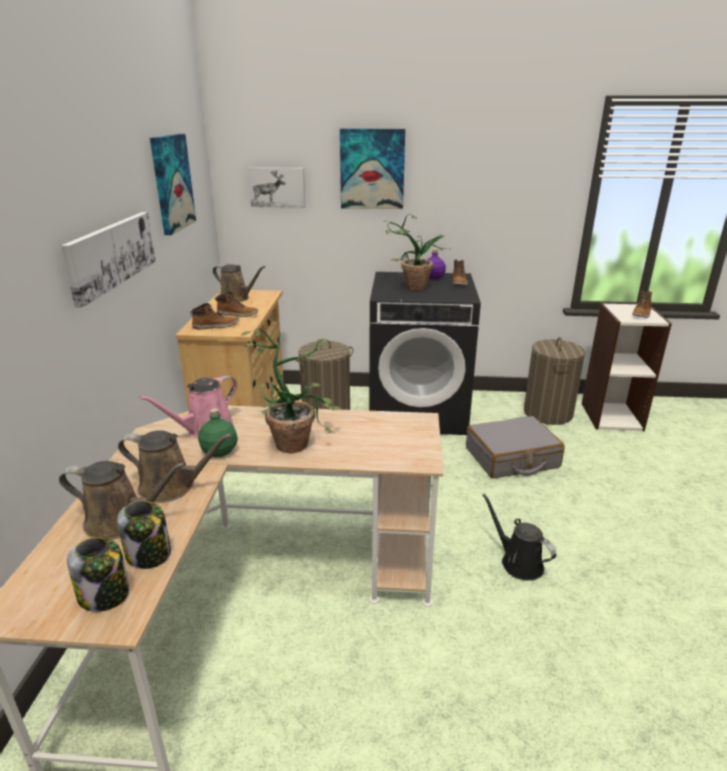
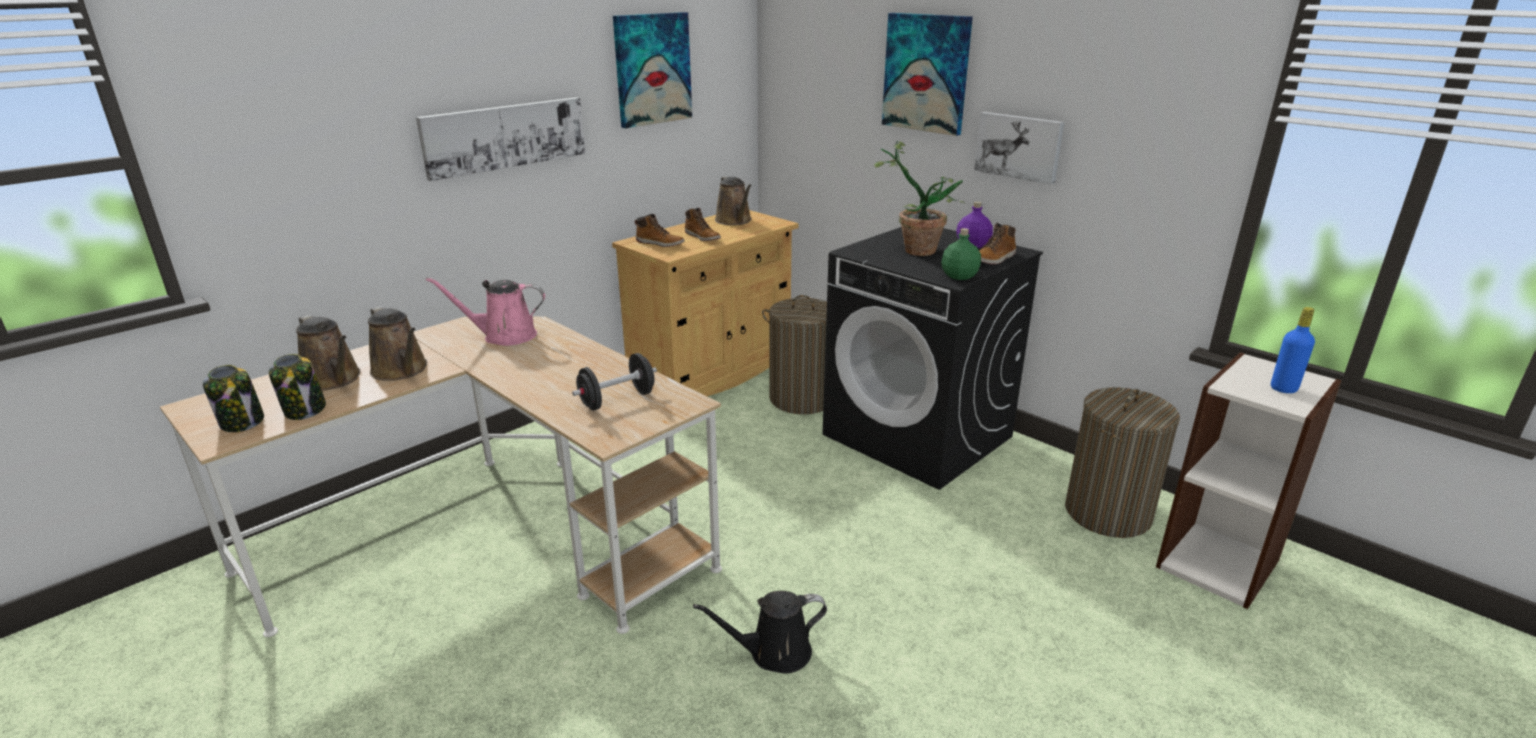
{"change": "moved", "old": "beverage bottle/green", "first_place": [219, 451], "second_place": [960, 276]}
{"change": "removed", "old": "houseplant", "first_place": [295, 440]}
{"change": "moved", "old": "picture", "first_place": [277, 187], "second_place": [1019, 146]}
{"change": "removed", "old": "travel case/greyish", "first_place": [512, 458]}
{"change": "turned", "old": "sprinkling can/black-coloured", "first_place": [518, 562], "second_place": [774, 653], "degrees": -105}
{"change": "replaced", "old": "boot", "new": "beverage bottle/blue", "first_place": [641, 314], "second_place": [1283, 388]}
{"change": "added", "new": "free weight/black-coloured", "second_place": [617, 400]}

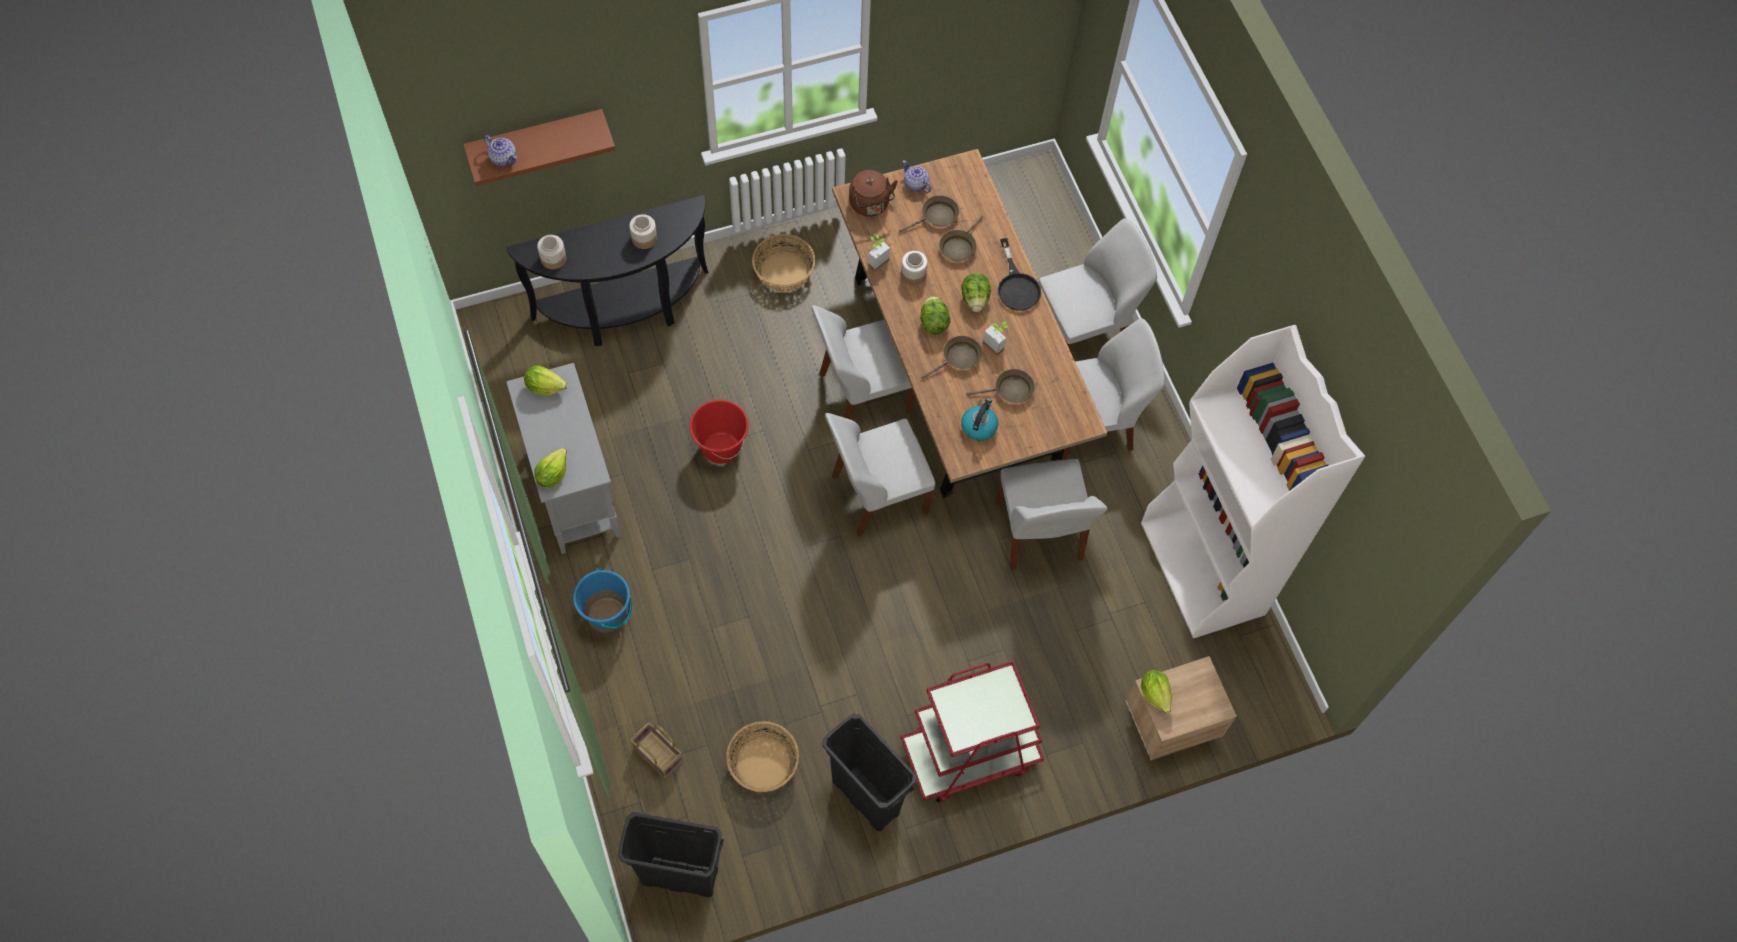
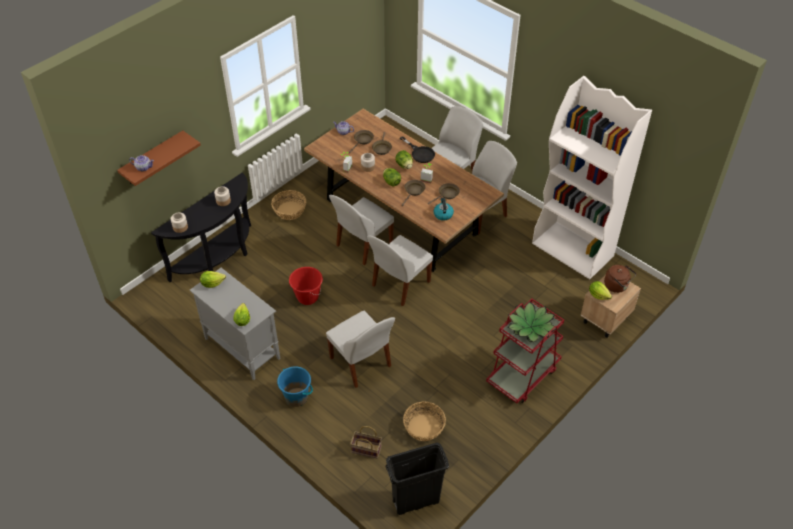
{"change": "removed", "old": "waste bin/black-coloured", "first_place": [865, 797]}
{"change": "moved", "old": "tea kettle/brown-coloured", "first_place": [870, 205], "second_place": [617, 286]}
{"change": "moved", "old": "plain chair/whitish", "first_place": [1039, 533], "second_place": [361, 363]}
{"change": "added", "new": "houseplant", "second_place": [531, 326]}

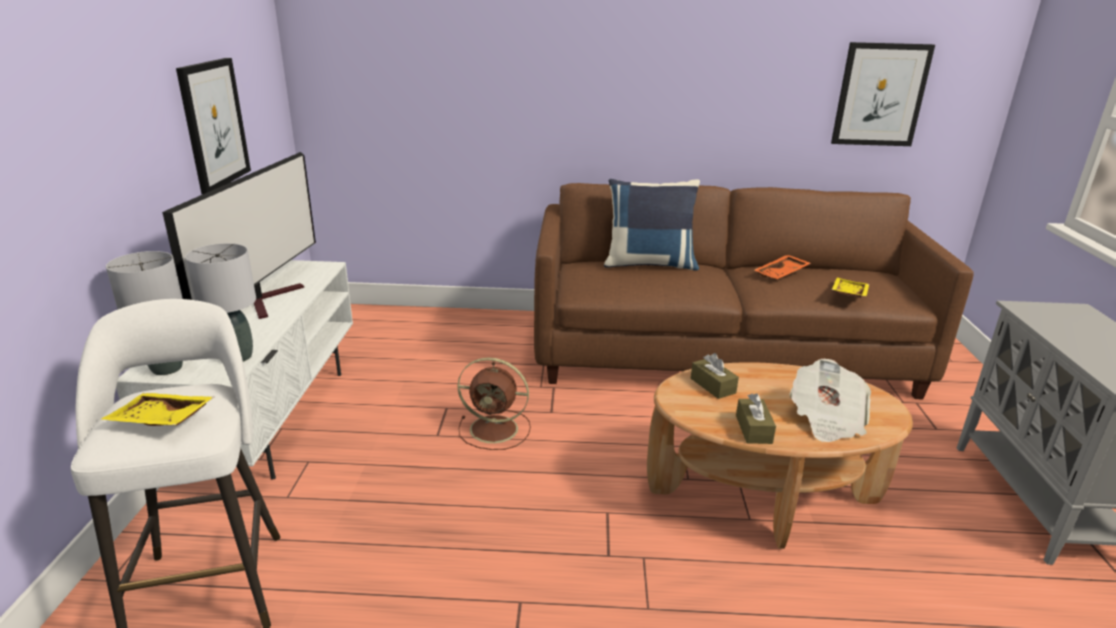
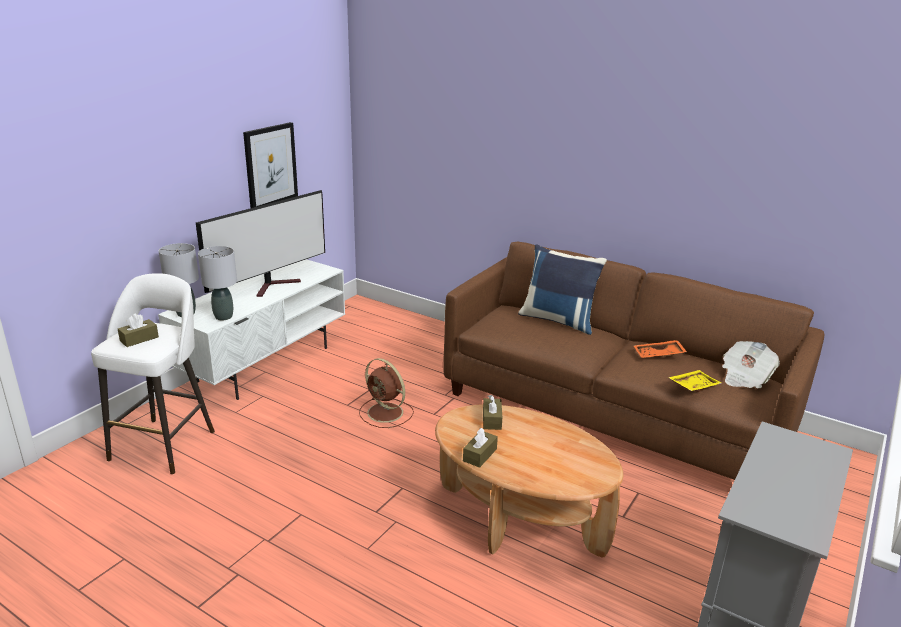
{"change": "replaced", "old": "carrying tray/yellowish", "new": "tissue holder/brown-coloured", "first_place": [160, 421], "second_place": [139, 339]}
{"change": "moved", "old": "daily paper", "first_place": [826, 419], "second_place": [745, 377]}
{"change": "removed", "old": "picture", "first_place": [880, 95]}

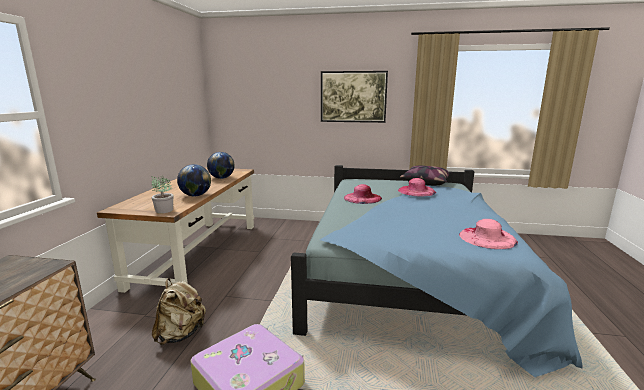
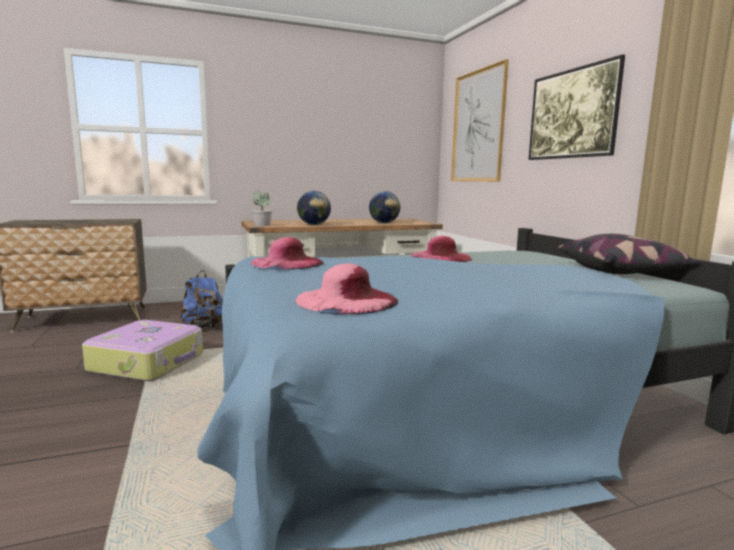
{"change": "recoloured", "old": "knapsack/beige-coloured", "new": "knapsack/blue", "first_place": [181, 334], "second_place": [204, 327]}
{"change": "moved", "old": "wearable hat/pink-coloured", "first_place": [416, 191], "second_place": [287, 263]}
{"change": "added", "new": "picture", "second_place": [478, 126]}

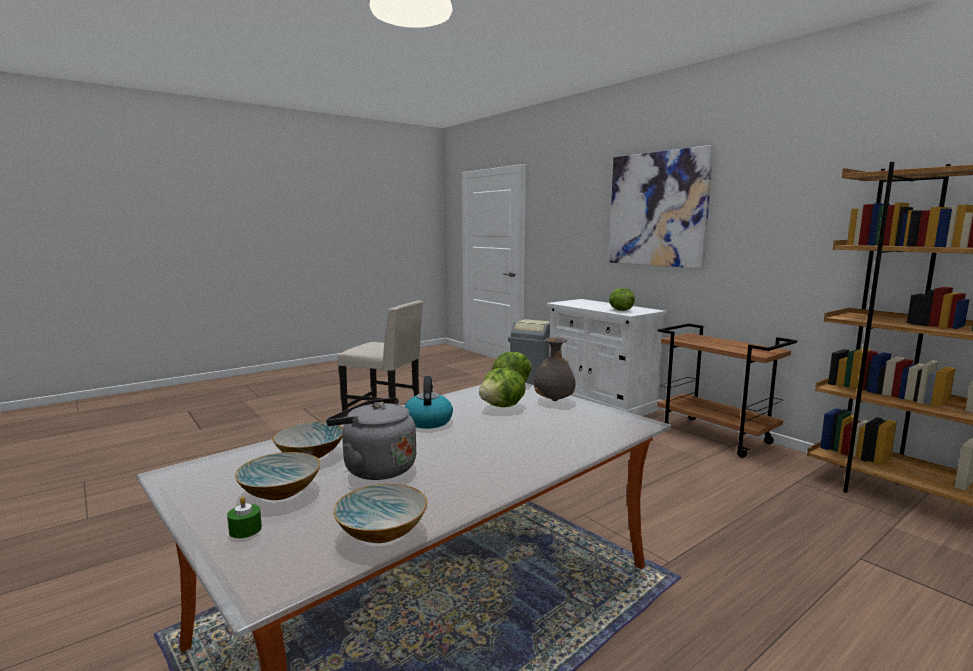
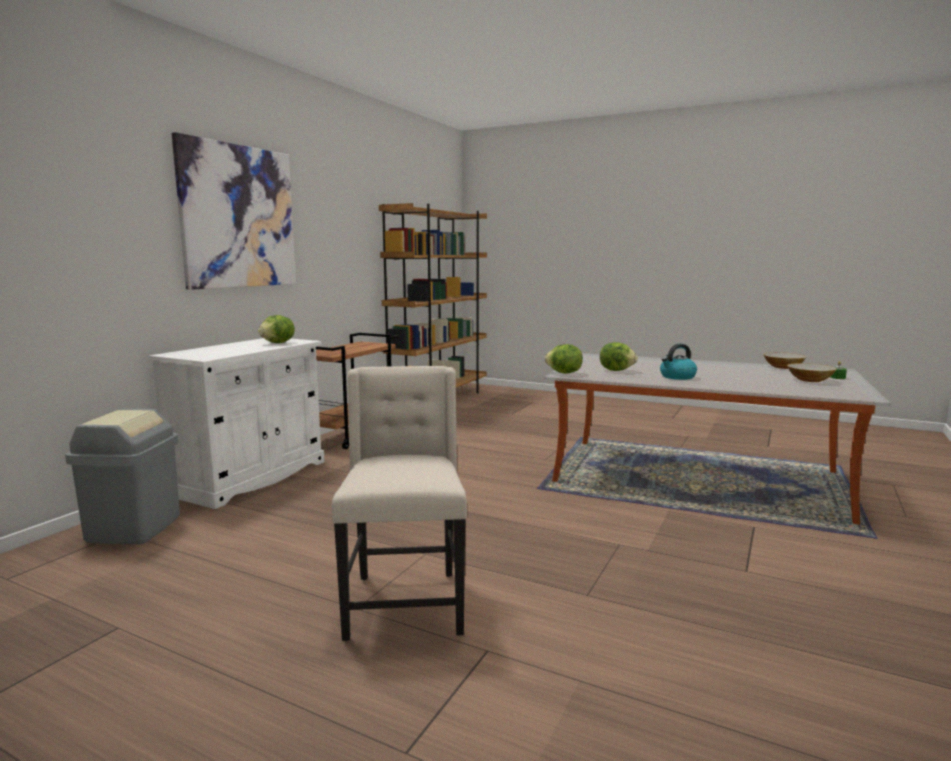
{"change": "removed", "old": "deep dish", "first_place": [311, 454]}
{"change": "removed", "old": "tea kettle/greyish", "first_place": [375, 468]}
{"change": "removed", "old": "vase/greyish", "first_place": [554, 401]}

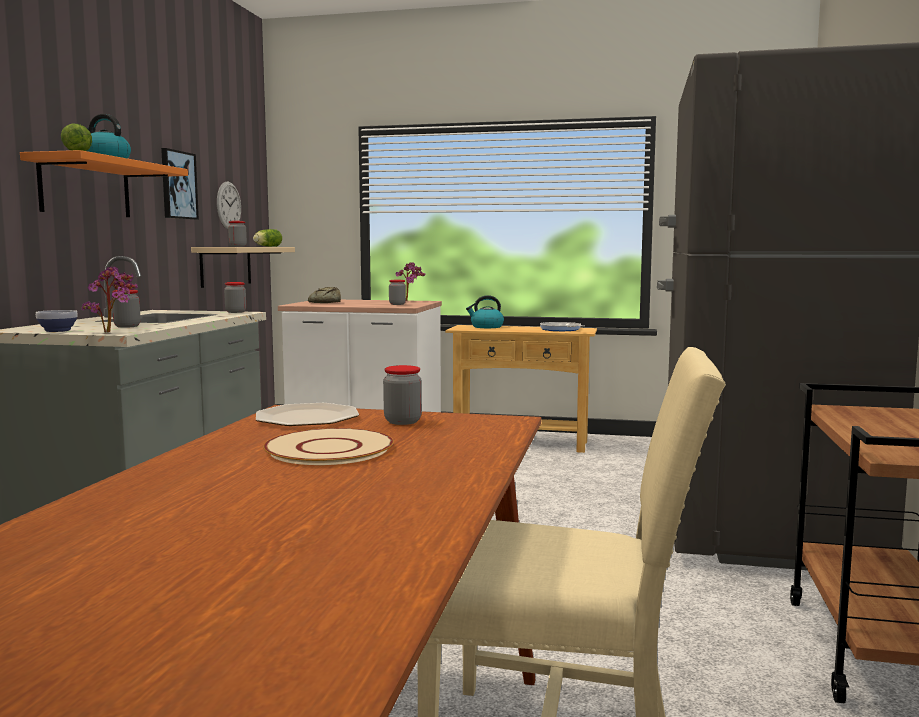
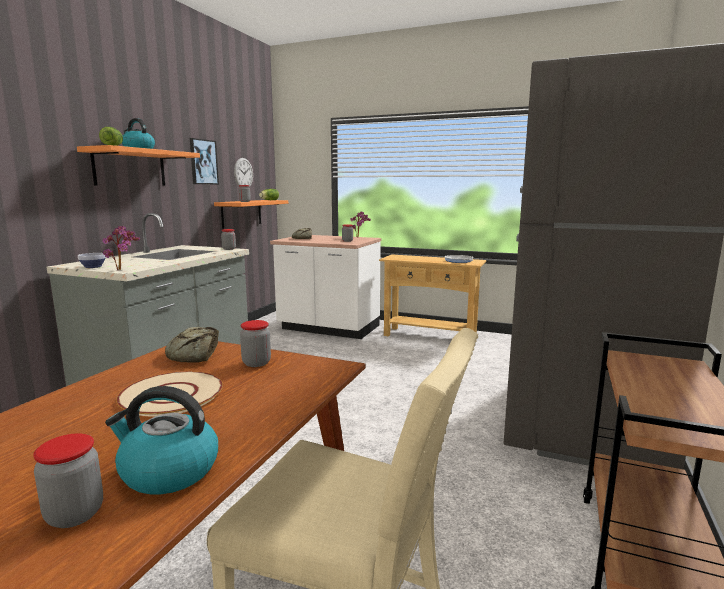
{"change": "moved", "old": "jar", "first_place": [127, 326], "second_place": [75, 514]}
{"change": "recoloured", "old": "bracket shelf/beige-coloured", "new": "bracket shelf/orange-coloured", "first_place": [226, 266], "second_place": [241, 213]}
{"change": "replaced", "old": "plate", "new": "bread", "first_place": [308, 418], "second_place": [194, 354]}
{"change": "moved", "old": "tea kettle", "first_place": [486, 327], "second_place": [168, 471]}

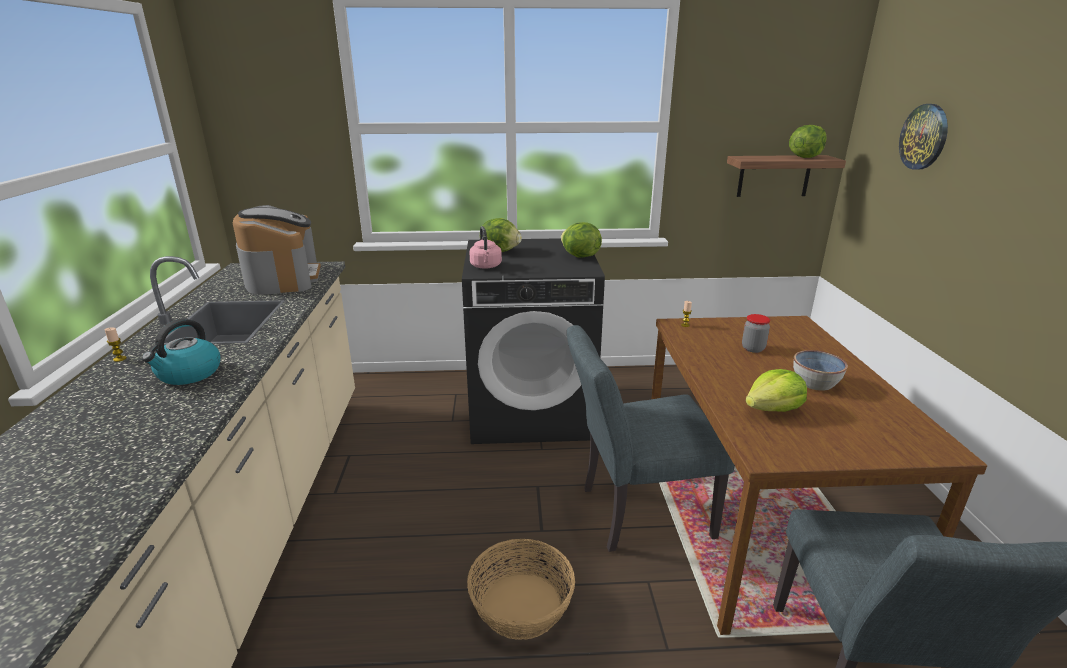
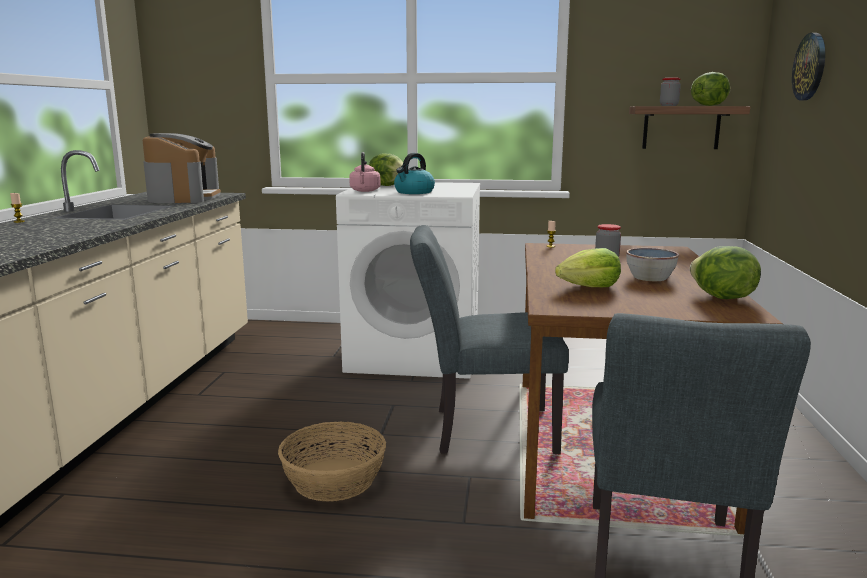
{"change": "moved", "old": "tea kettle", "first_place": [189, 374], "second_place": [414, 192]}
{"change": "recoloured", "old": "washing machine/black-coloured", "new": "washing machine/whitish", "first_place": [531, 410], "second_place": [415, 354]}
{"change": "moved", "old": "lettuce", "first_place": [579, 256], "second_place": [721, 298]}
{"change": "added", "new": "jar", "second_place": [669, 105]}

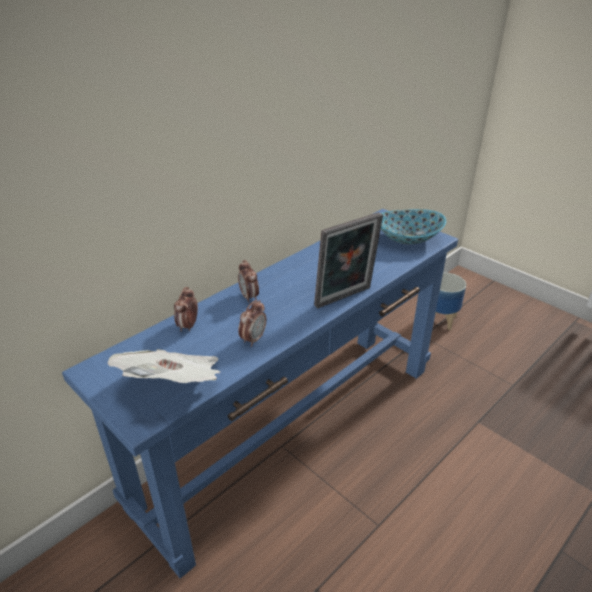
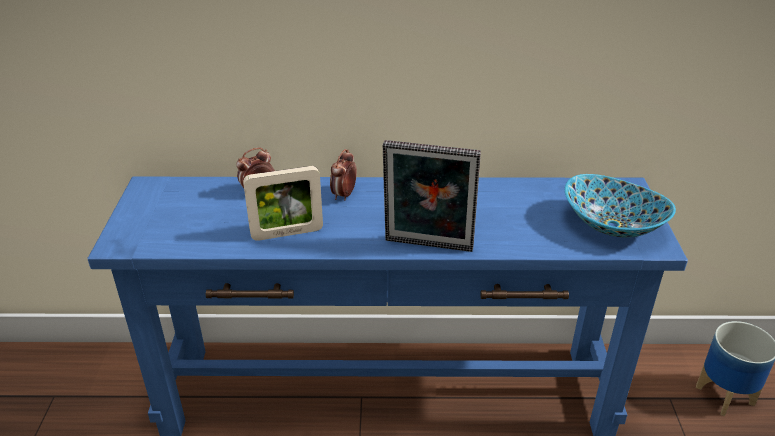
{"change": "removed", "old": "daily paper", "first_place": [175, 385]}
{"change": "replaced", "old": "alarm clock", "new": "standing frame", "first_place": [253, 339], "second_place": [287, 233]}

